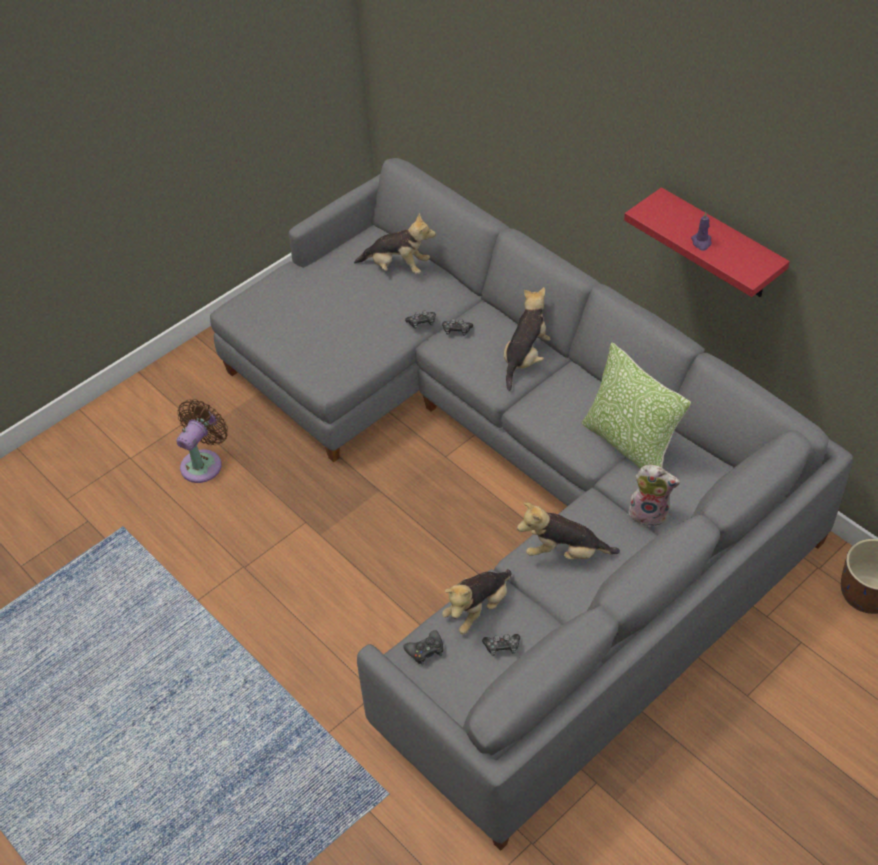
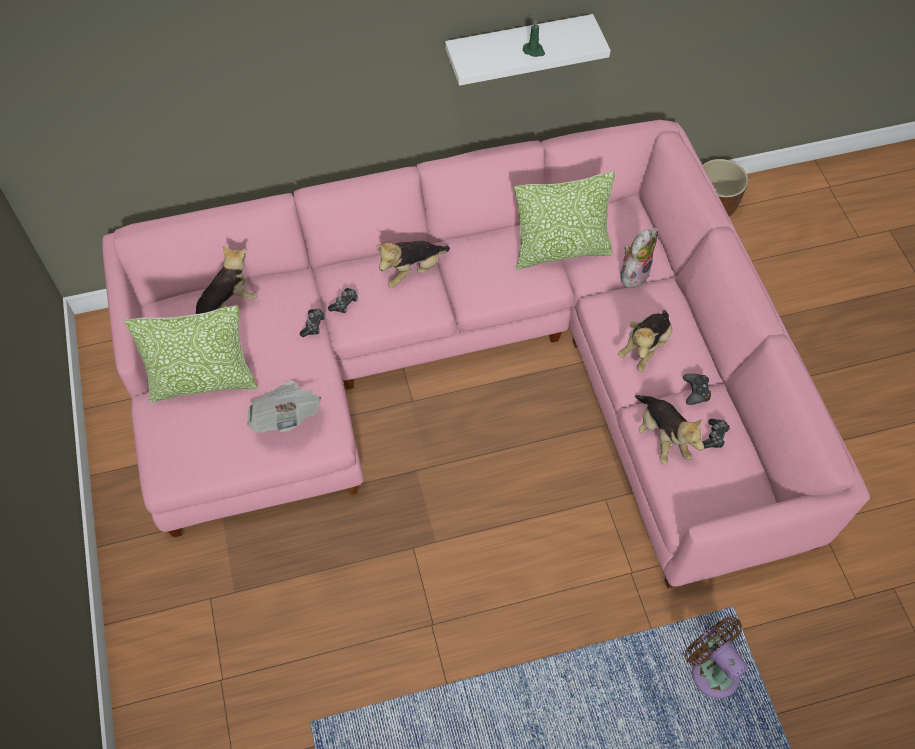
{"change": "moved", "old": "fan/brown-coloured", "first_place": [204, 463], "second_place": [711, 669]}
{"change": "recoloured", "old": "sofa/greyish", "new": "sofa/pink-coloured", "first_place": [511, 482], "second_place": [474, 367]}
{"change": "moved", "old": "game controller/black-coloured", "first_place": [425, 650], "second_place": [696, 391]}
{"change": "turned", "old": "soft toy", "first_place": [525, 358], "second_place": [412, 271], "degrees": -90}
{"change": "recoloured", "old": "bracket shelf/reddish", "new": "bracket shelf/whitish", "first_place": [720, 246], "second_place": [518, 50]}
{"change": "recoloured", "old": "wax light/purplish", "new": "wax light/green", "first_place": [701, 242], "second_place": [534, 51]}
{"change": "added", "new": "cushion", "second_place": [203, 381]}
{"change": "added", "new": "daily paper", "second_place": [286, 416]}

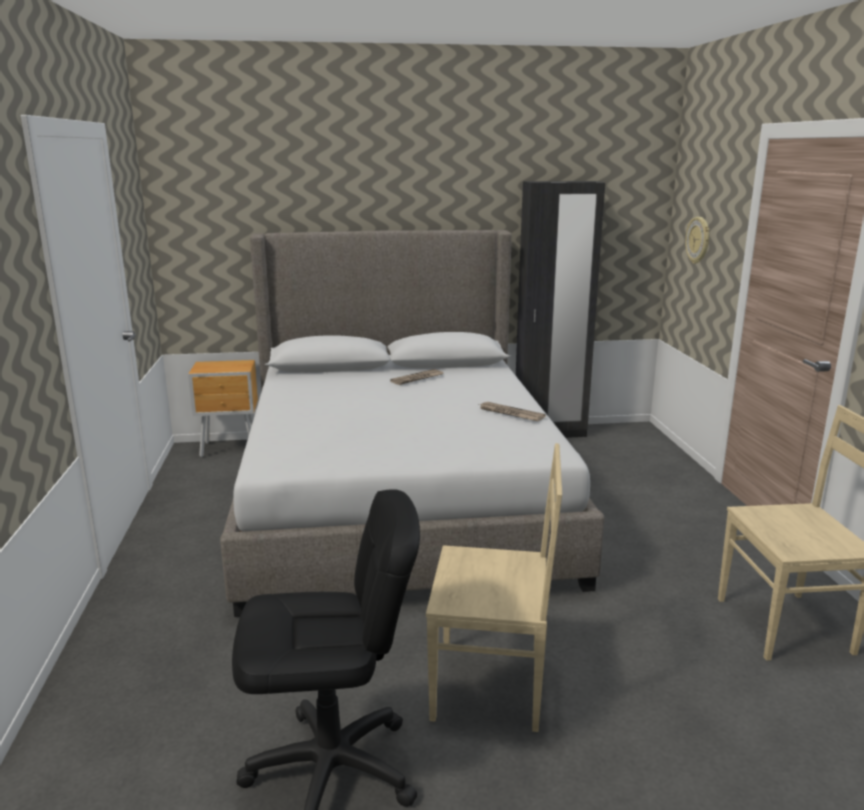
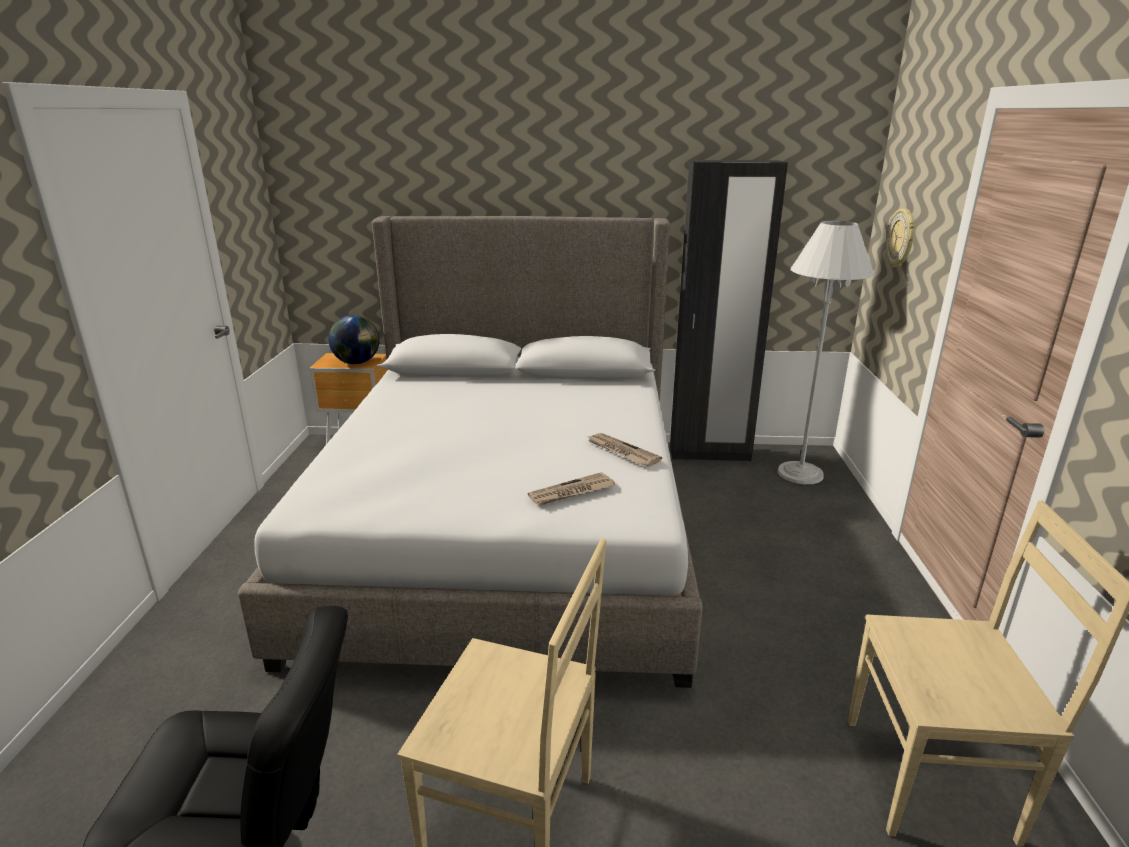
{"change": "moved", "old": "daily paper", "first_place": [417, 379], "second_place": [571, 492]}
{"change": "added", "new": "desk globe", "second_place": [357, 362]}
{"change": "added", "new": "floor lamp/whitish", "second_place": [800, 473]}

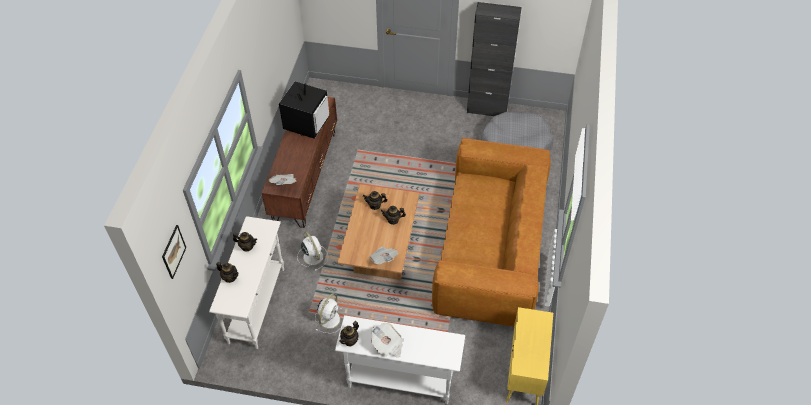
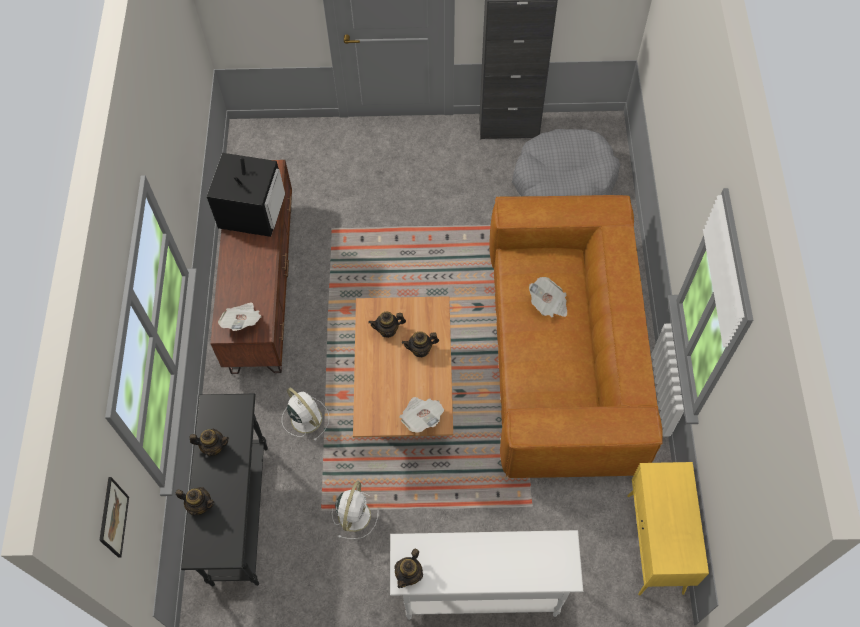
{"change": "recoloured", "old": "console table/whitish", "new": "console table/black-coloured", "first_place": [257, 305], "second_place": [240, 513]}
{"change": "moved", "old": "daily paper", "first_place": [388, 345], "second_place": [548, 304]}

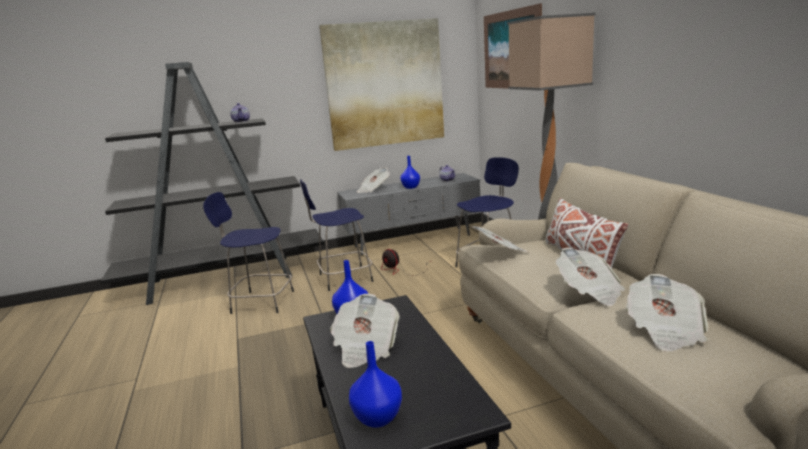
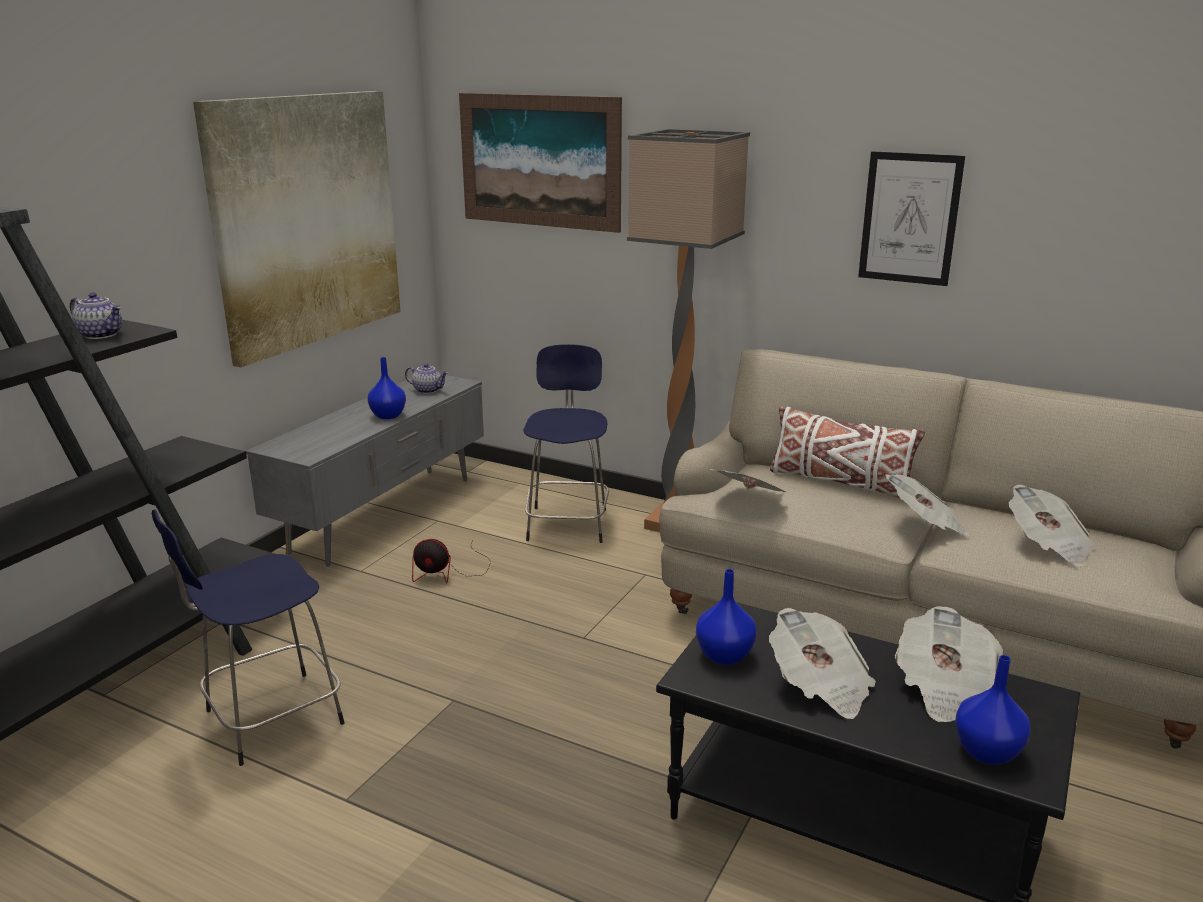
{"change": "removed", "old": "stool seat/blue", "first_place": [343, 278]}
{"change": "moved", "old": "daily paper", "first_place": [373, 189], "second_place": [945, 689]}
{"change": "added", "new": "picture", "second_place": [909, 218]}

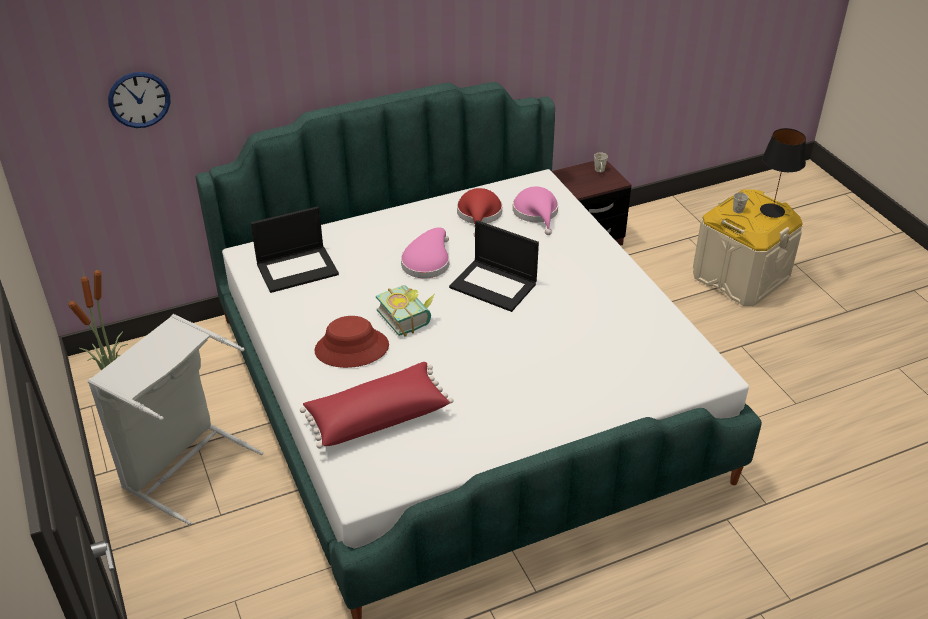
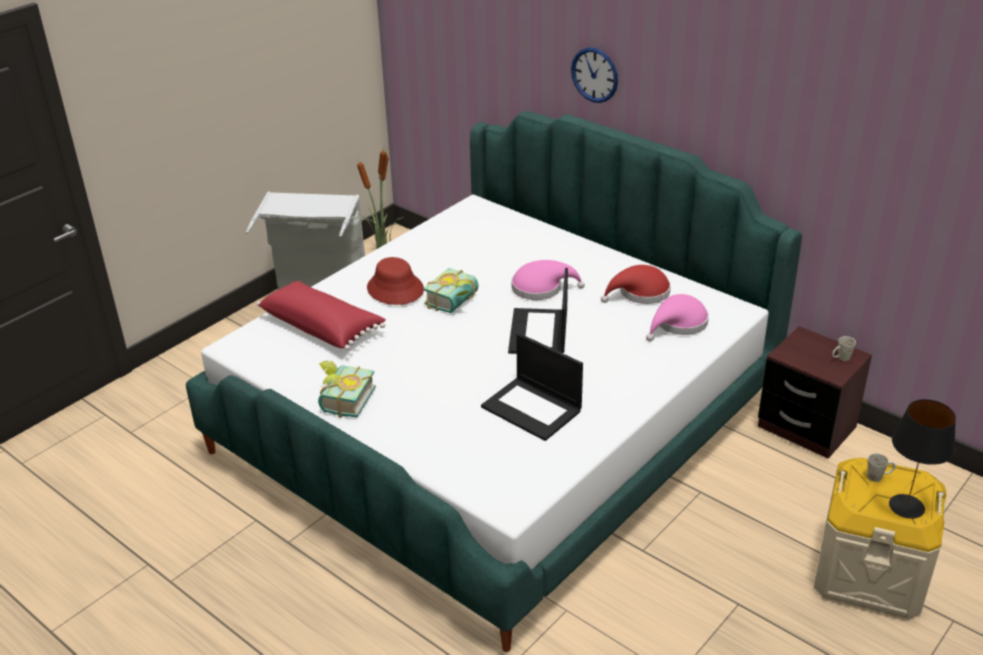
{"change": "moved", "old": "wall clock", "first_place": [139, 99], "second_place": [594, 75]}
{"change": "moved", "old": "notebook computer", "first_place": [298, 268], "second_place": [533, 409]}
{"change": "added", "new": "book", "second_place": [342, 400]}

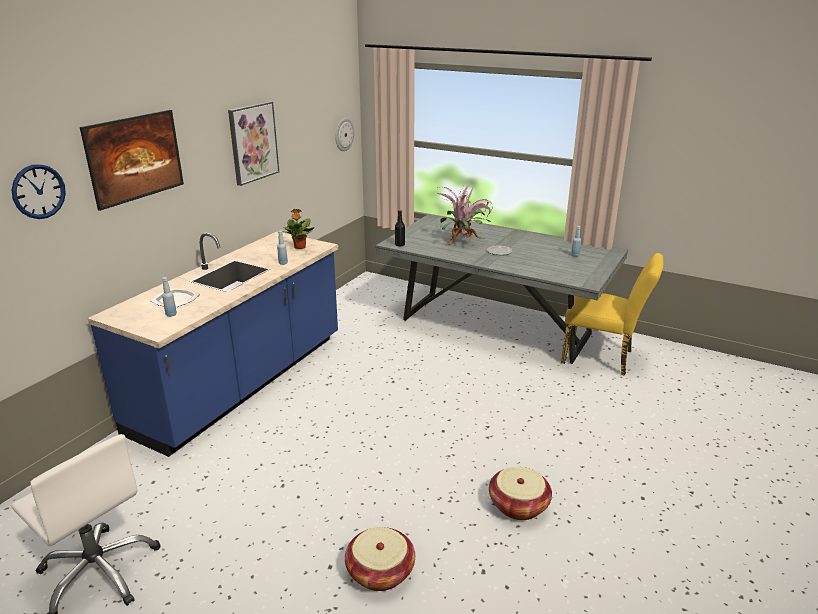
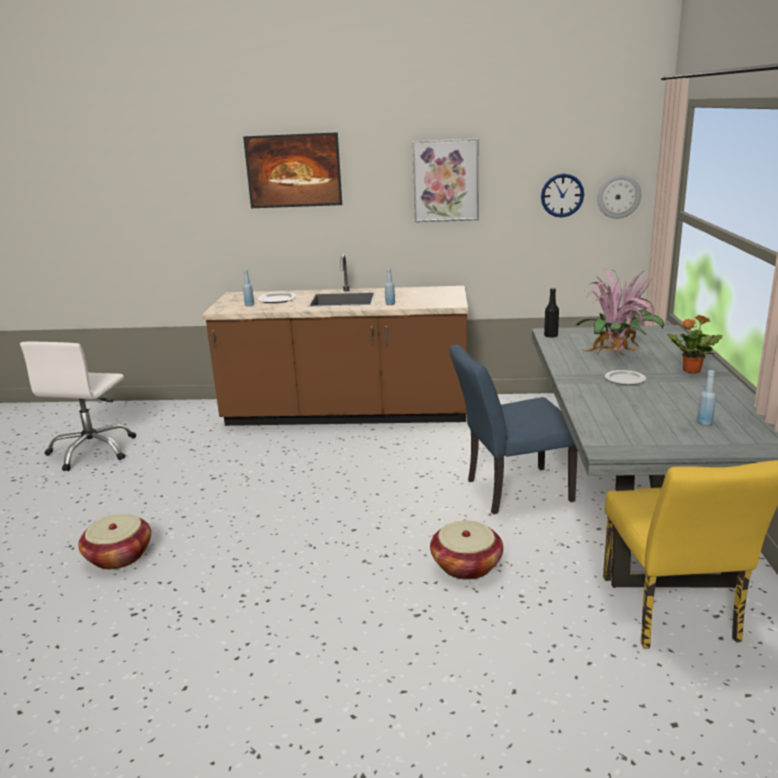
{"change": "moved", "old": "wall clock", "first_place": [38, 191], "second_place": [562, 195]}
{"change": "recoloured", "old": "counter/blue", "new": "counter/brown-coloured", "first_place": [242, 383], "second_place": [346, 414]}
{"change": "moved", "old": "houseplant", "first_place": [299, 247], "second_place": [691, 371]}
{"change": "moved", "old": "basket", "first_place": [518, 505], "second_place": [466, 565]}
{"change": "added", "new": "plain chair/blue", "second_place": [510, 491]}

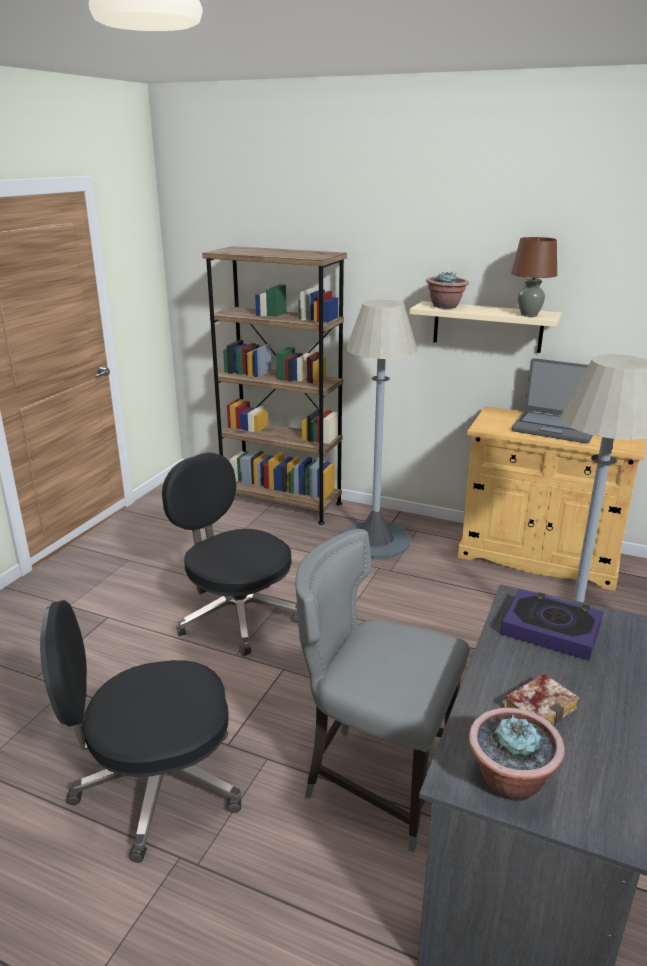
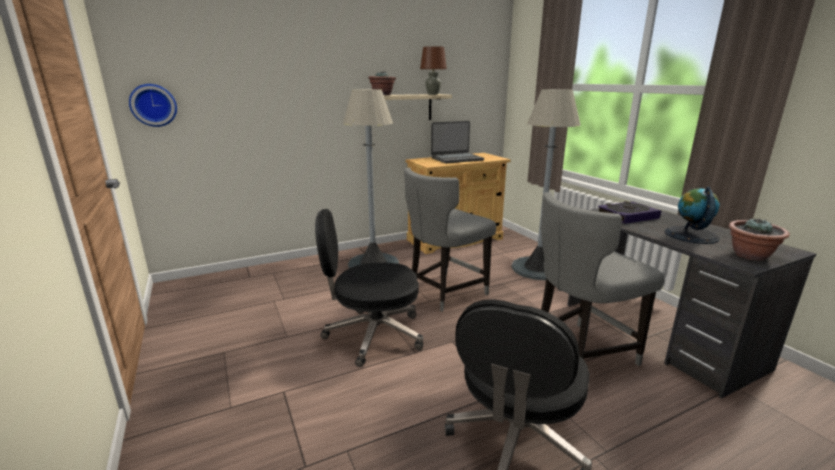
{"change": "removed", "old": "bookcase/brown-coloured", "first_place": [281, 503]}
{"change": "replaced", "old": "book", "new": "desk globe", "first_place": [539, 706], "second_place": [691, 235]}
{"change": "added", "new": "wall clock", "second_place": [153, 105]}
{"change": "added", "new": "plain chair/greyish", "second_place": [444, 293]}

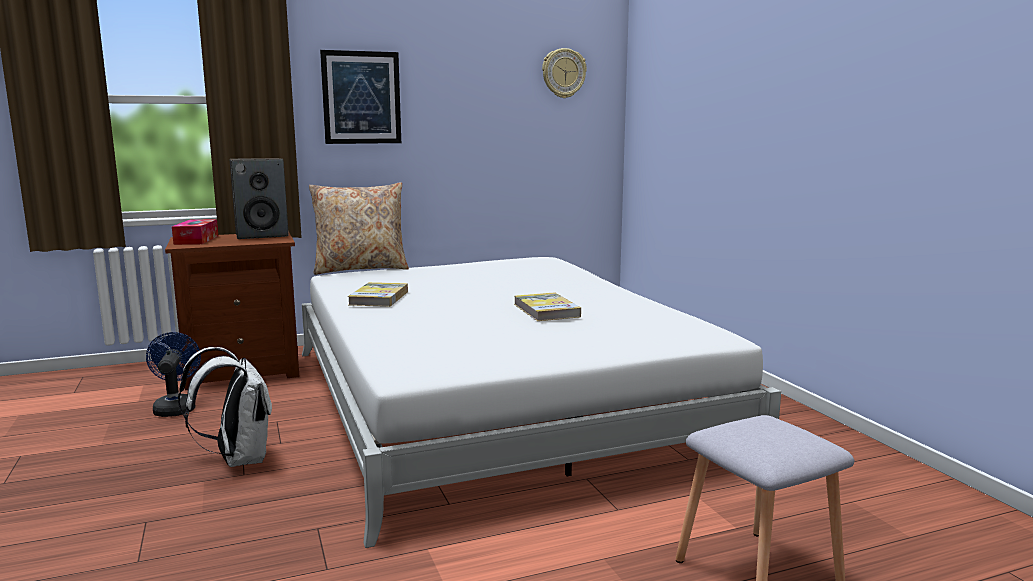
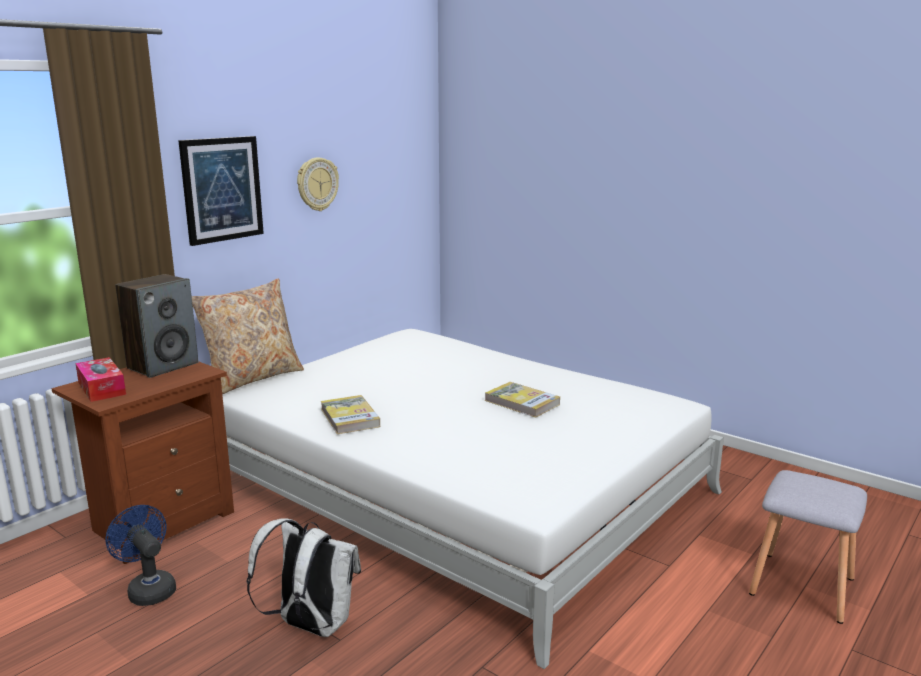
{"change": "moved", "old": "wall clock", "first_place": [563, 73], "second_place": [317, 184]}

